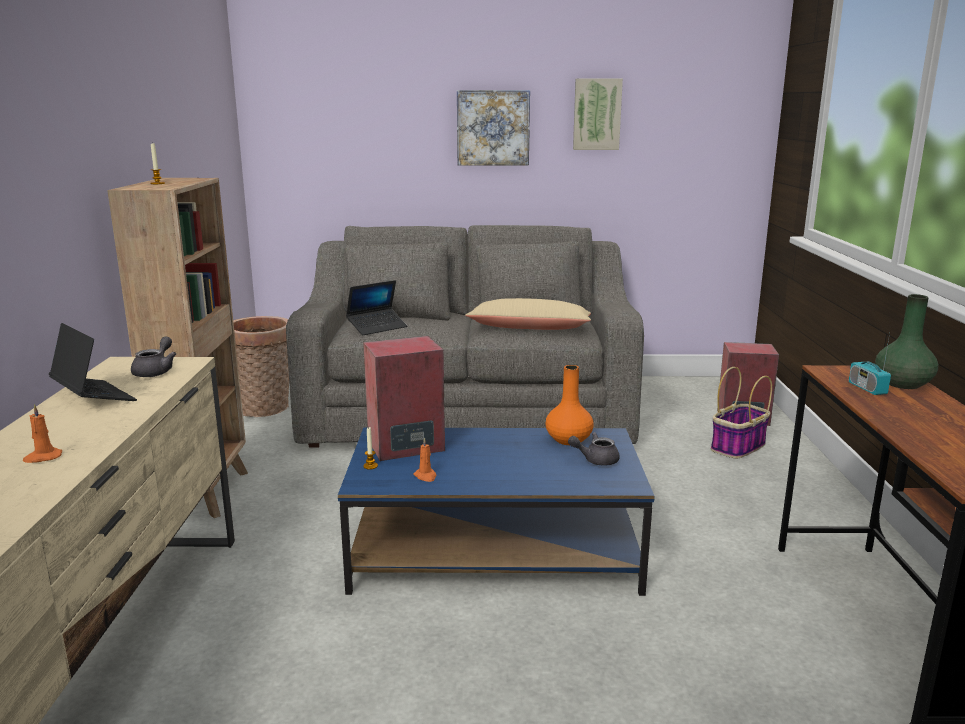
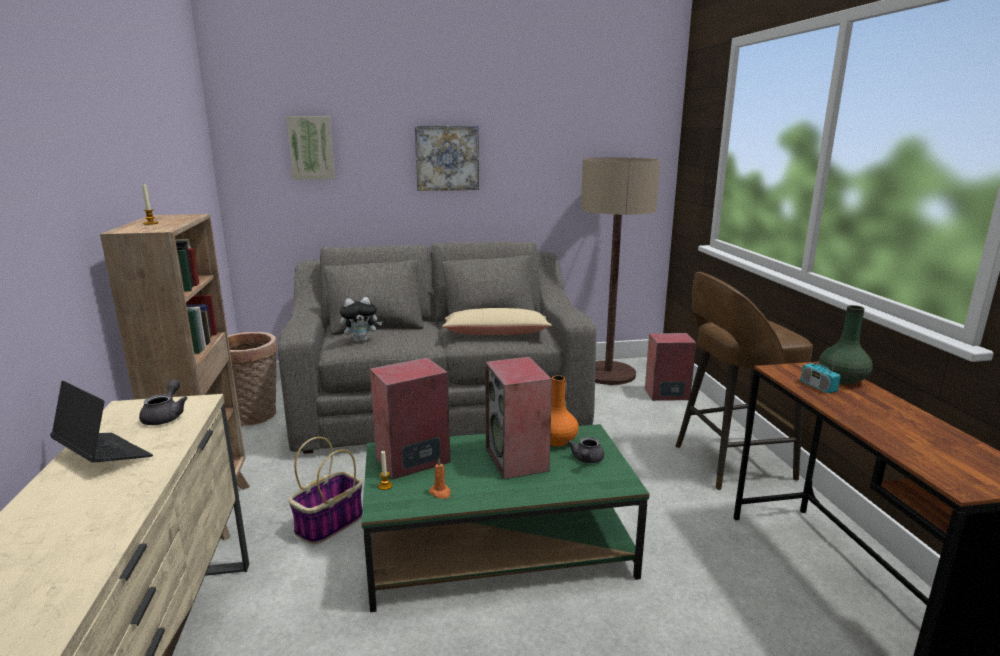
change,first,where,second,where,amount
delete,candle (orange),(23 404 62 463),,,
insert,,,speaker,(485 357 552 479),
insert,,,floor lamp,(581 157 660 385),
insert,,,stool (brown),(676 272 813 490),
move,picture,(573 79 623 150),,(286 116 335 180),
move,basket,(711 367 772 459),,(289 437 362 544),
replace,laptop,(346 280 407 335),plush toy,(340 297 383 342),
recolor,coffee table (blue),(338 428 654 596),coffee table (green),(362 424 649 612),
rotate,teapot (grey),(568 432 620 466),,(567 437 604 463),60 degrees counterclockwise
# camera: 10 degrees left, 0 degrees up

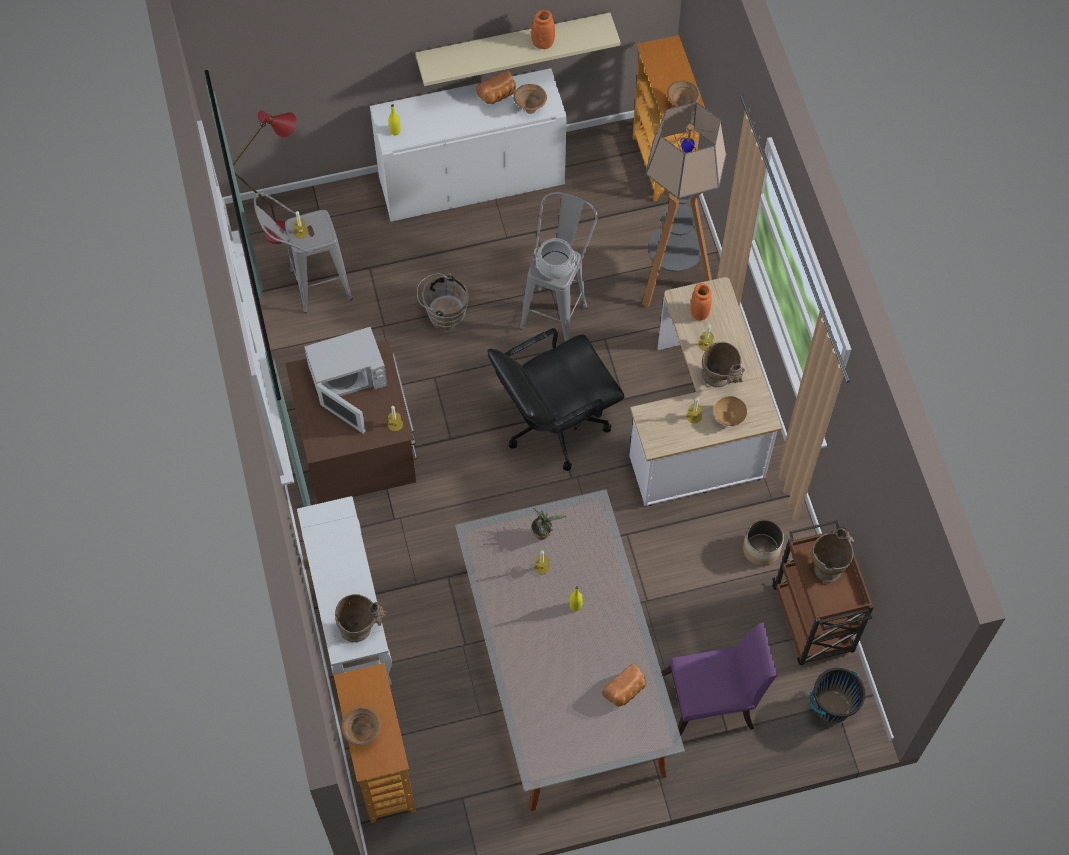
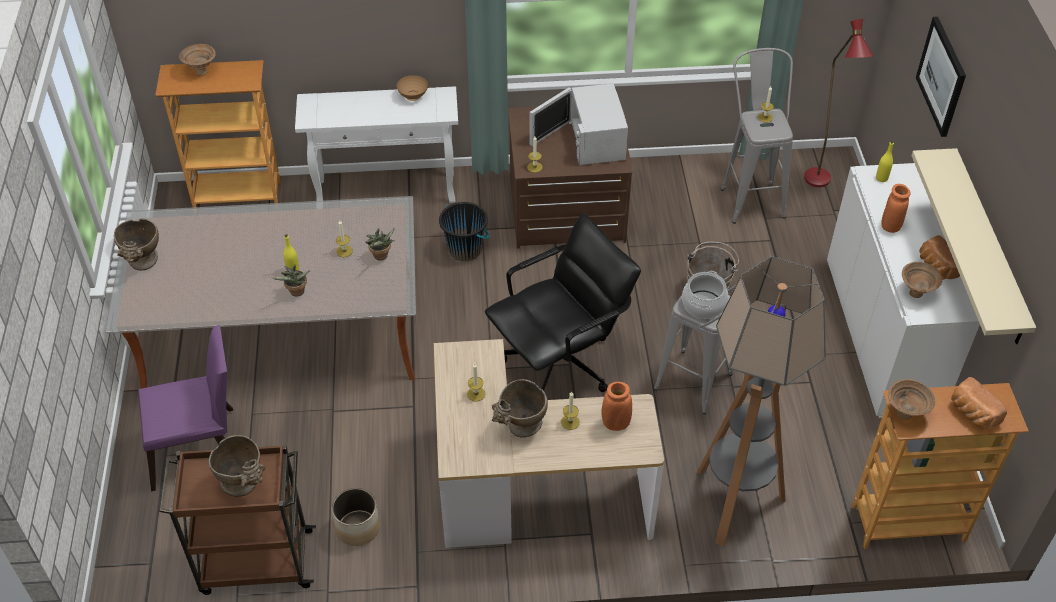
change,first,where,second,where,amount
insert,,,potted plant,(272 264 310 296),
insert,,,picture,(916 17 966 137),
move,vase (beige),(335 594 387 642),,(114 218 159 270),
move,vase (orange),(531 10 555 49),,(881 184 911 233),
move,bread,(602 663 646 707),,(951 377 1007 429),
move,bowl (brown),(714 396 747 426),,(396 75 428 101),
move,bucket (black),(810 668 865 723),,(439 202 490 261),
rotate,office chair (black),(488 328 625 471),,(485 213 641 392),75 degrees clockwise
rotate,chair (purple),(661 622 777 736),,(138 325 233 492),105 degrees counterclockwise
# camera: 100 degrees right, 15 degrees down

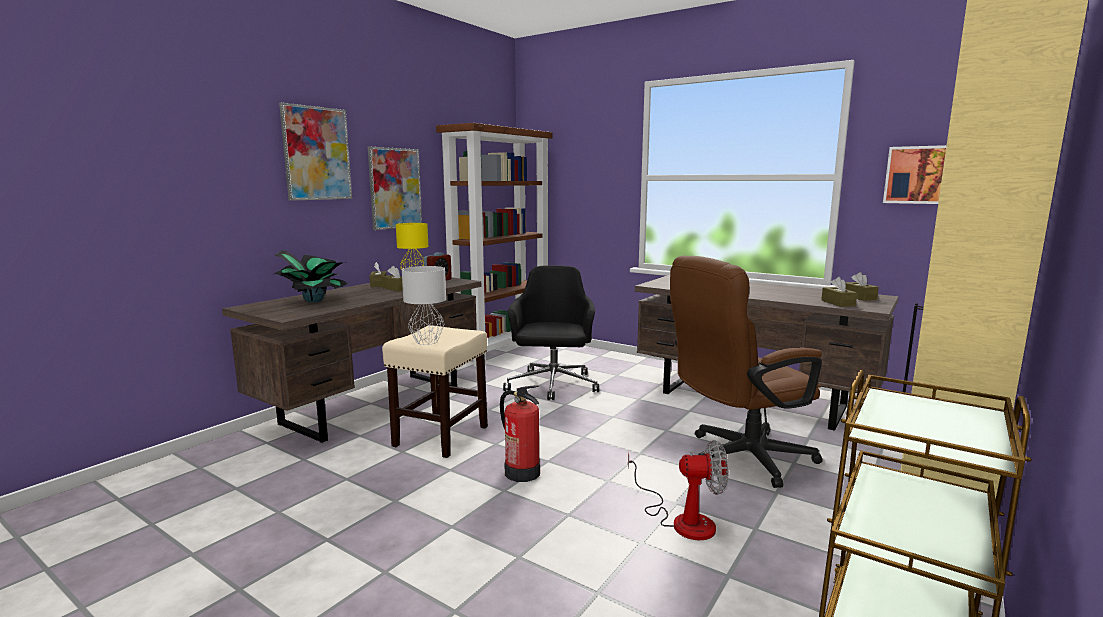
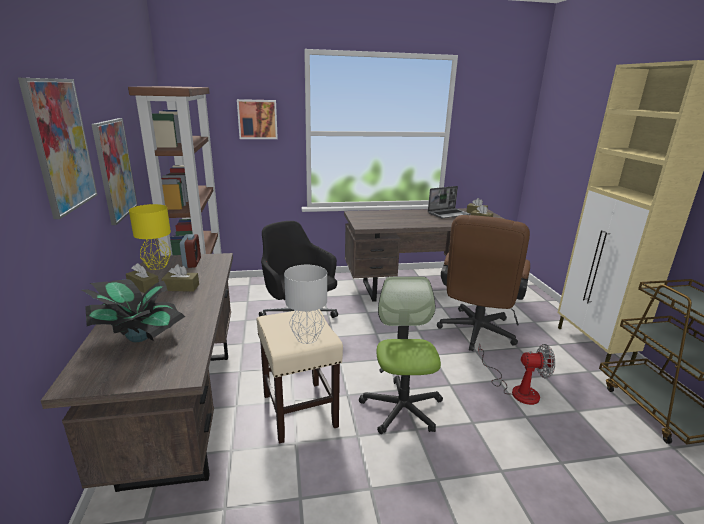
change,first,where,second,where,amount
insert,,,laptop,(428 186 470 218),
move,picture,(883 145 947 204),,(237 99 278 139),
replace,fire extinguisher,(500 385 540 482),office chair,(359 277 443 434),
rotate,fan,(628 440 728 540),,(478 343 555 405),45 degrees clockwise
# camera: 45 degrees left, 10 degrees up

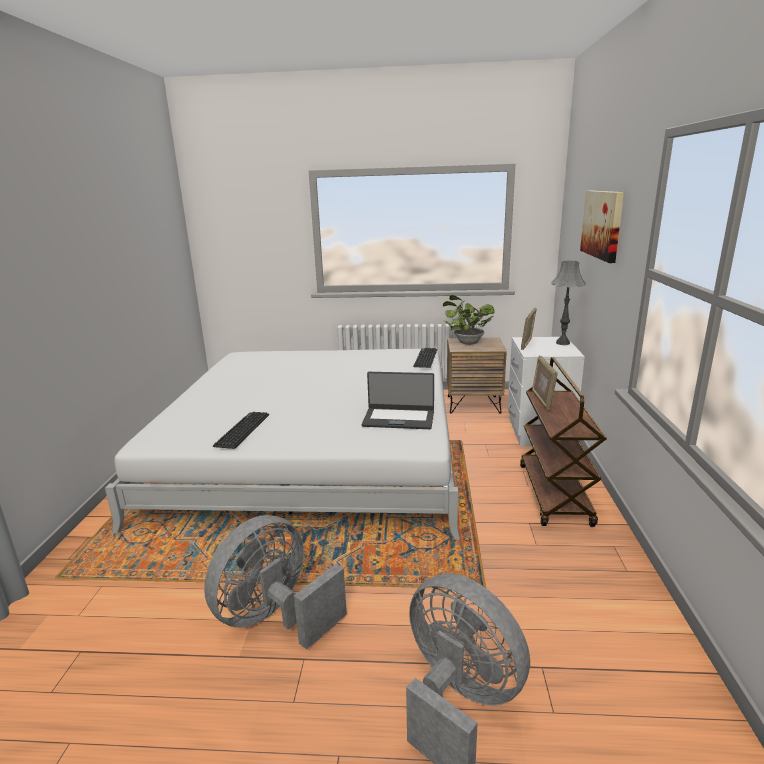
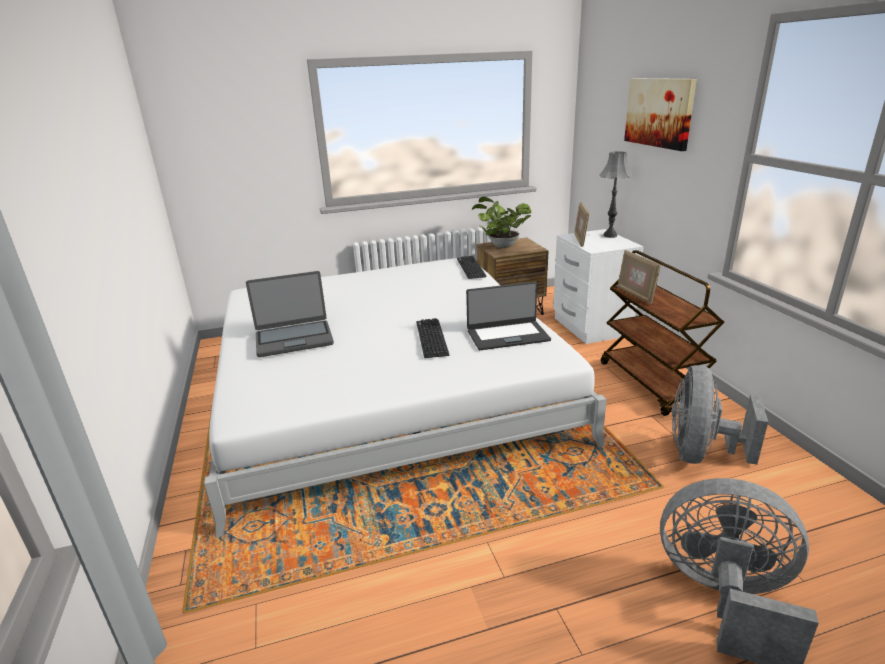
change,first,where,second,where,amount
insert,,,laptop,(246 271 334 357),
move,fan (grey),(204 515 347 649),,(672 365 768 465),
move,keyboard,(213 412 269 449),,(416 318 449 358),
# camera: 20 degrees left, 5 degrees up

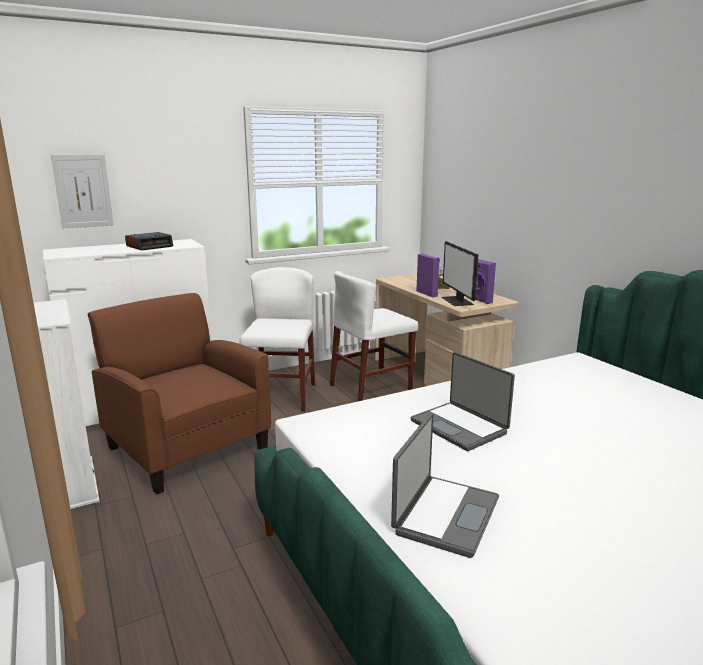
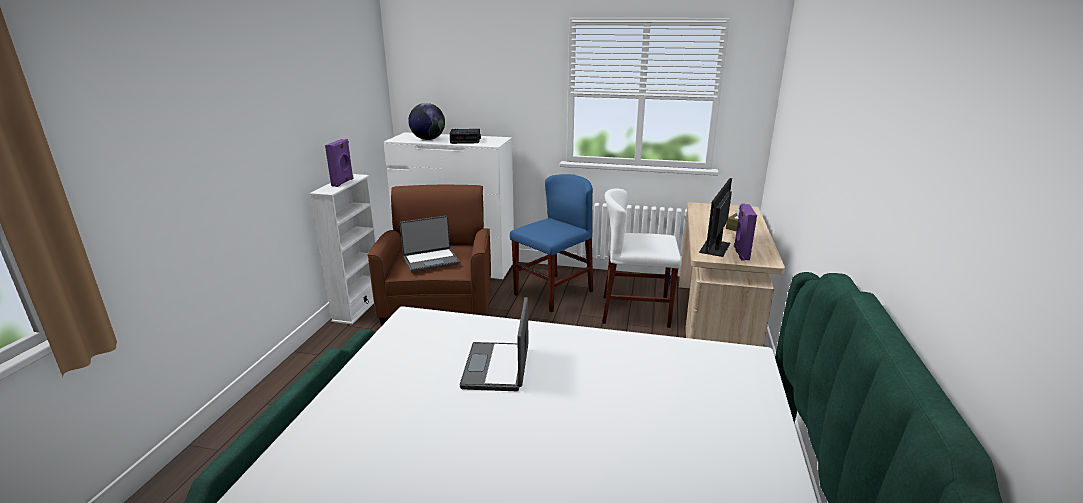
change,first,where,second,where,amount
delete,picture,(51 155 114 228),,,
insert,,,globe,(408 103 445 140),
move,laptop,(391 414 499 558),,(400 216 460 272),
move,speaker (purple),(416 253 440 297),,(325 139 354 187),
recolor,chair (white),(240 267 315 412),chair (blue),(510 174 593 312),
# camera: 40 degrees right, 5 degrees up

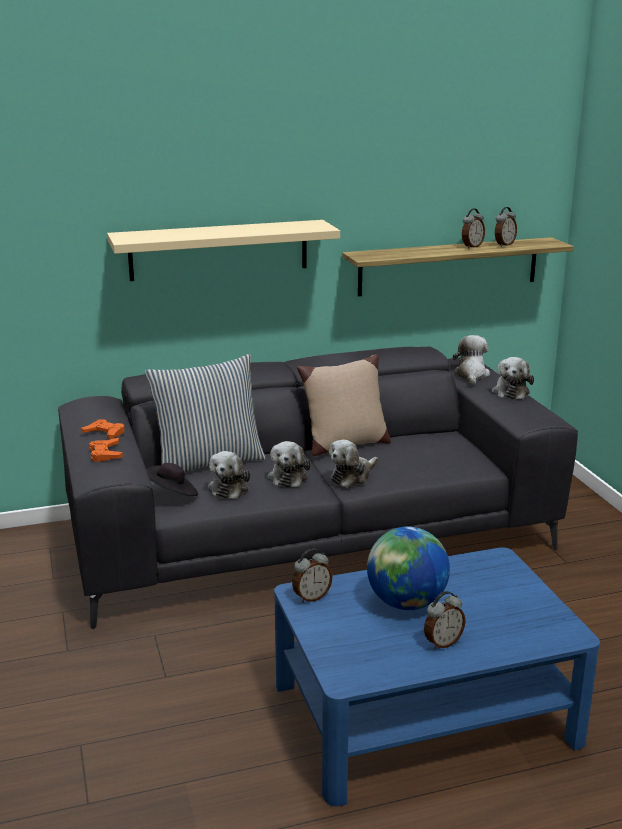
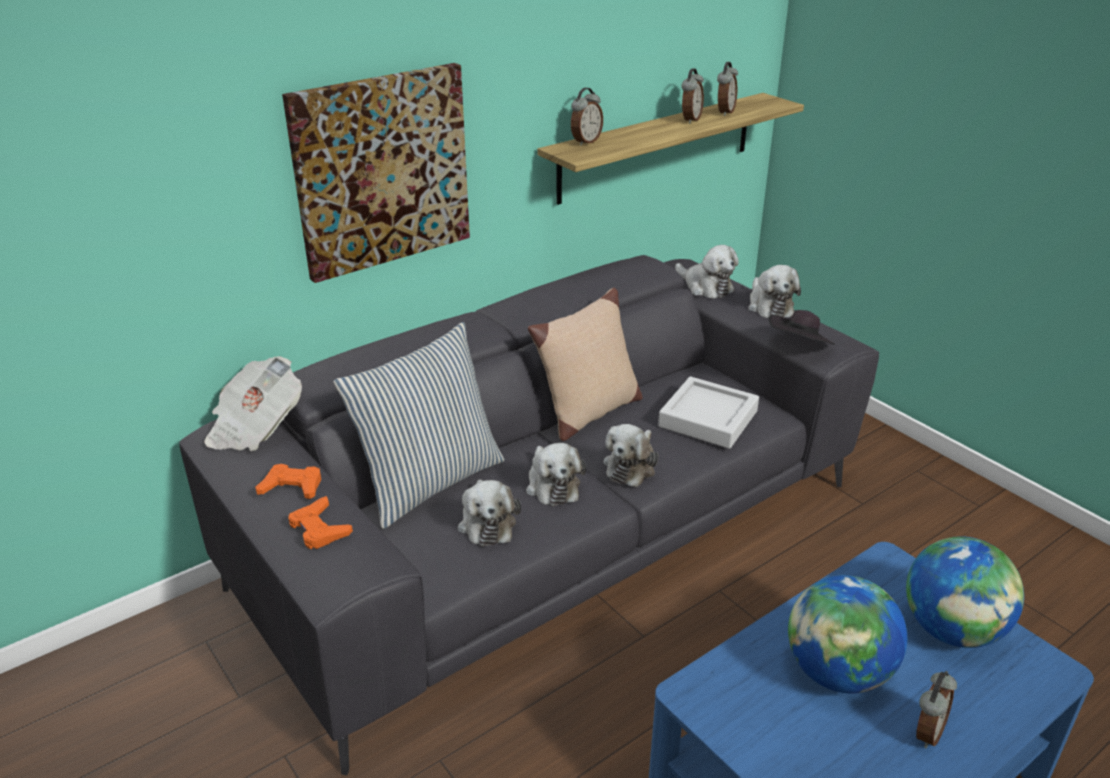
change,first,where,second,where,amount
insert,,,newspaper,(204 356 302 451),
insert,,,tray (grey),(658 377 759 449),
insert,,,globe,(906 536 1024 648),
move,hat (black),(146 463 198 496),,(769 310 835 345),
move,alarm clock,(292 549 332 603),,(571 88 603 146),
replace,shelf (beige),(107 220 340 281),picture,(282 63 470 283),
rotate,plush toy,(453 335 490 385),,(675 245 739 298),150 degrees clockwise
# camera: 20 degrees left, 10 degrees up

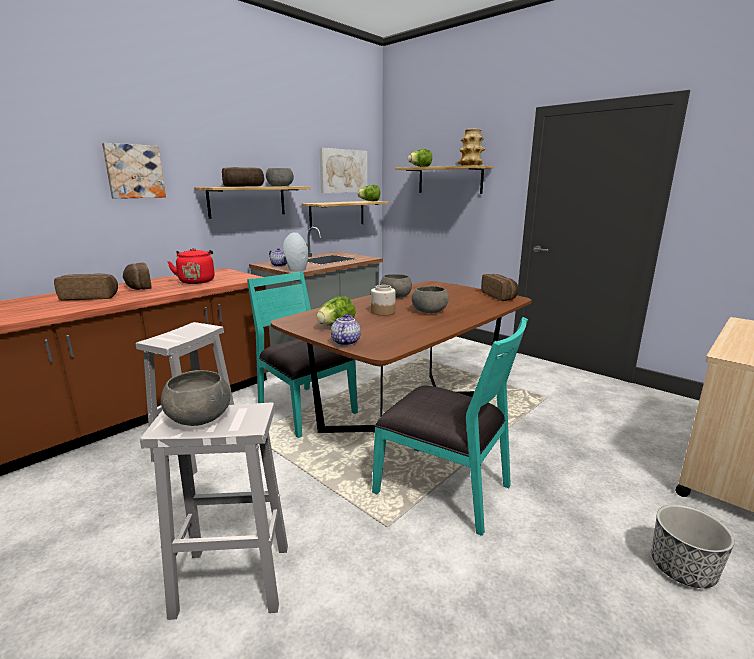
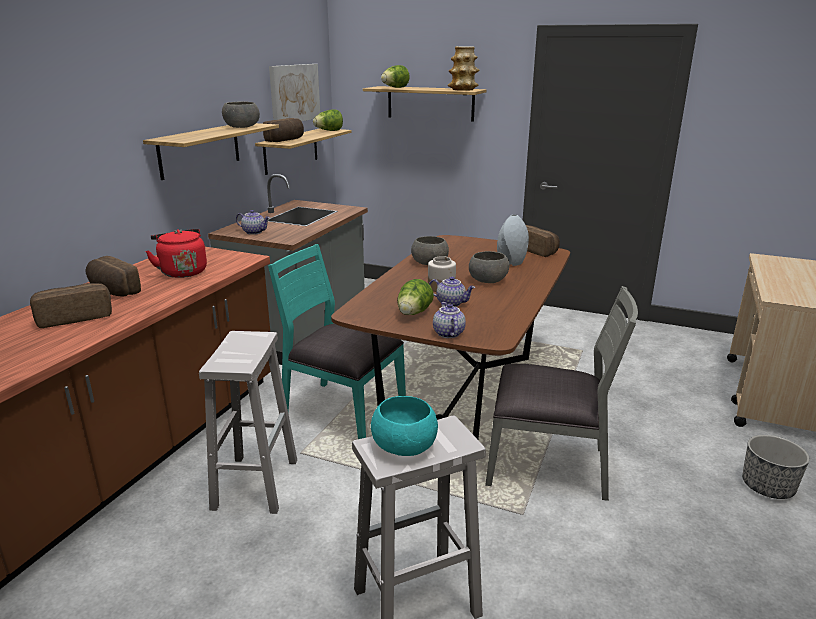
change,first,where,second,where,amount
delete,picture,(102 143 166 199),,,
insert,,,teapot,(429 276 475 307),
move,bread,(222 167 264 187),,(263 118 304 142),
move,vase (grey),(283 232 308 272),,(497 214 529 266),
recolor,bowl (grey),(161 370 230 426),bowl (turquoise),(371 396 438 456),
recolor,chair (turquoise),(372 317 528 536),chair (grey),(485 286 638 501),
# camera: 20 degrees left, 5 degrees up

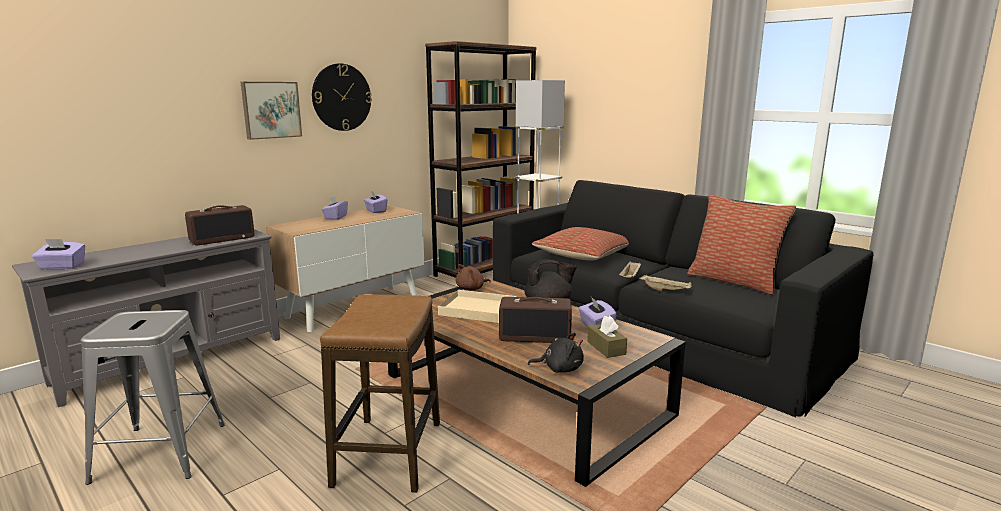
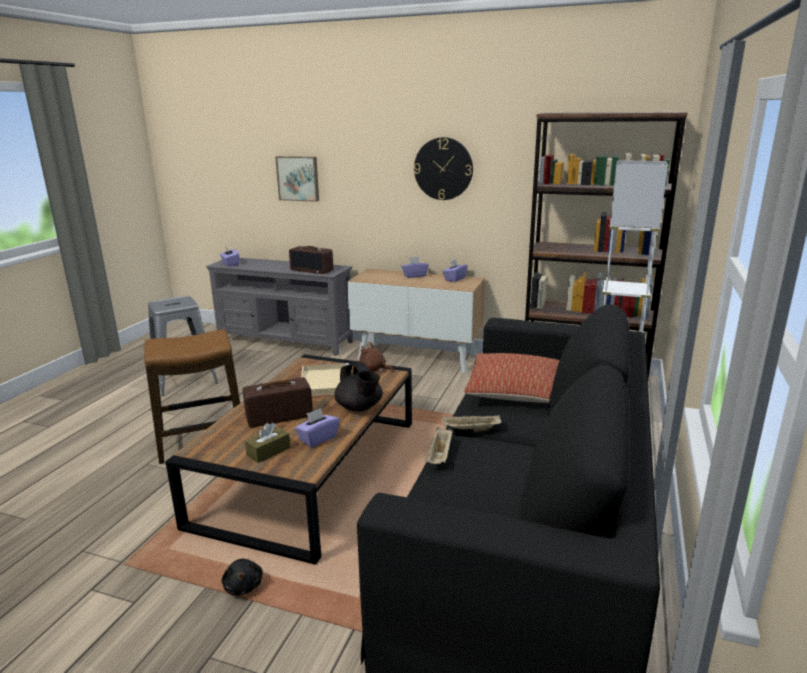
change,first,where,second,where,amount
delete,pillow,(687 194 796 295),,,
move,picture,(241 82 302 140),,(275 156 319 202),
move,plush toy (black),(528 333 584 373),,(222 559 263 595),
rotate,radio,(499 297 572 343),,(243 377 313 427),90 degrees clockwise
# camera: 65 degrees right, 5 degrees up

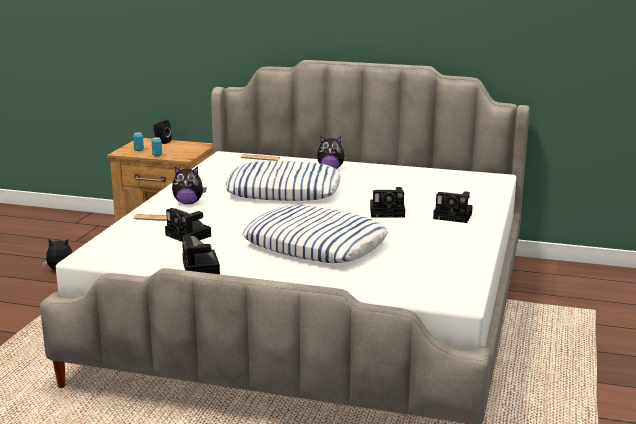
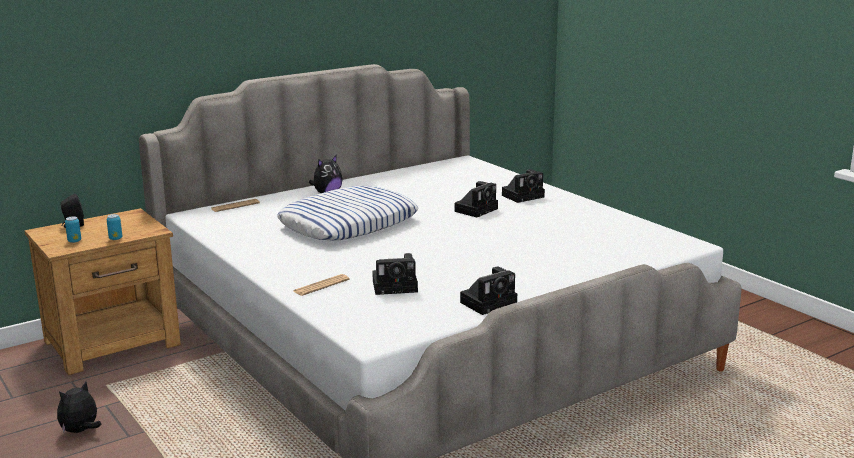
change,first,where,second,where,amount
delete,plush toy,(172 167 207 204),,,
delete,pillow,(242 205 388 263),,,
rotate,photo camera,(182 235 220 274),,(460 266 517 315),60 degrees counterclockwise
# camera: 50 degrees left, 0 degrees up

